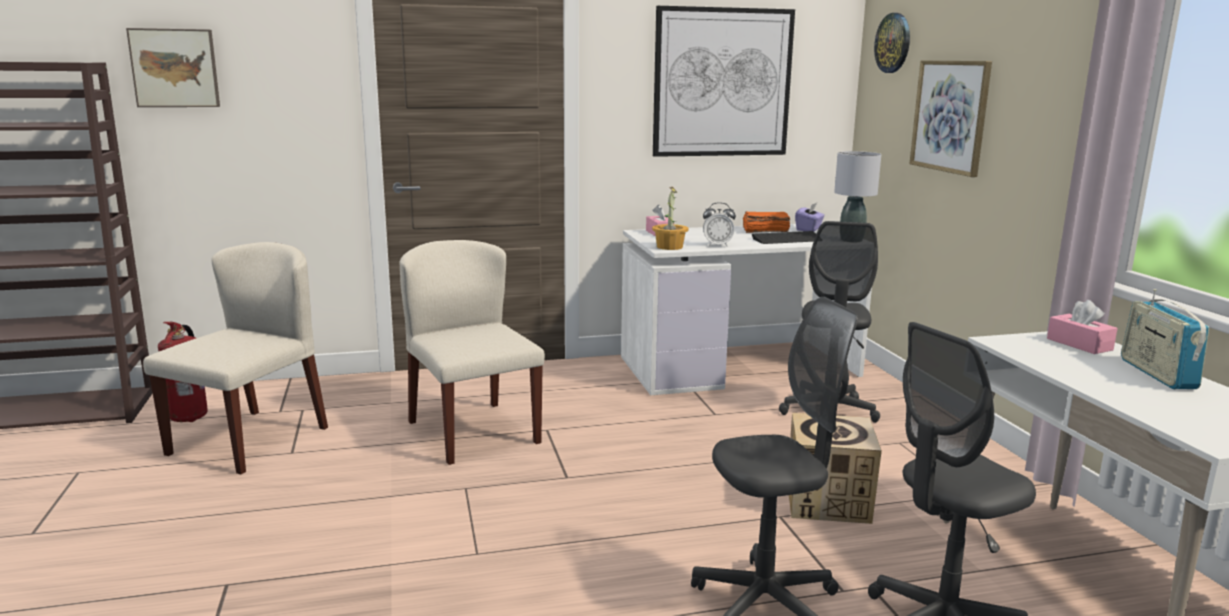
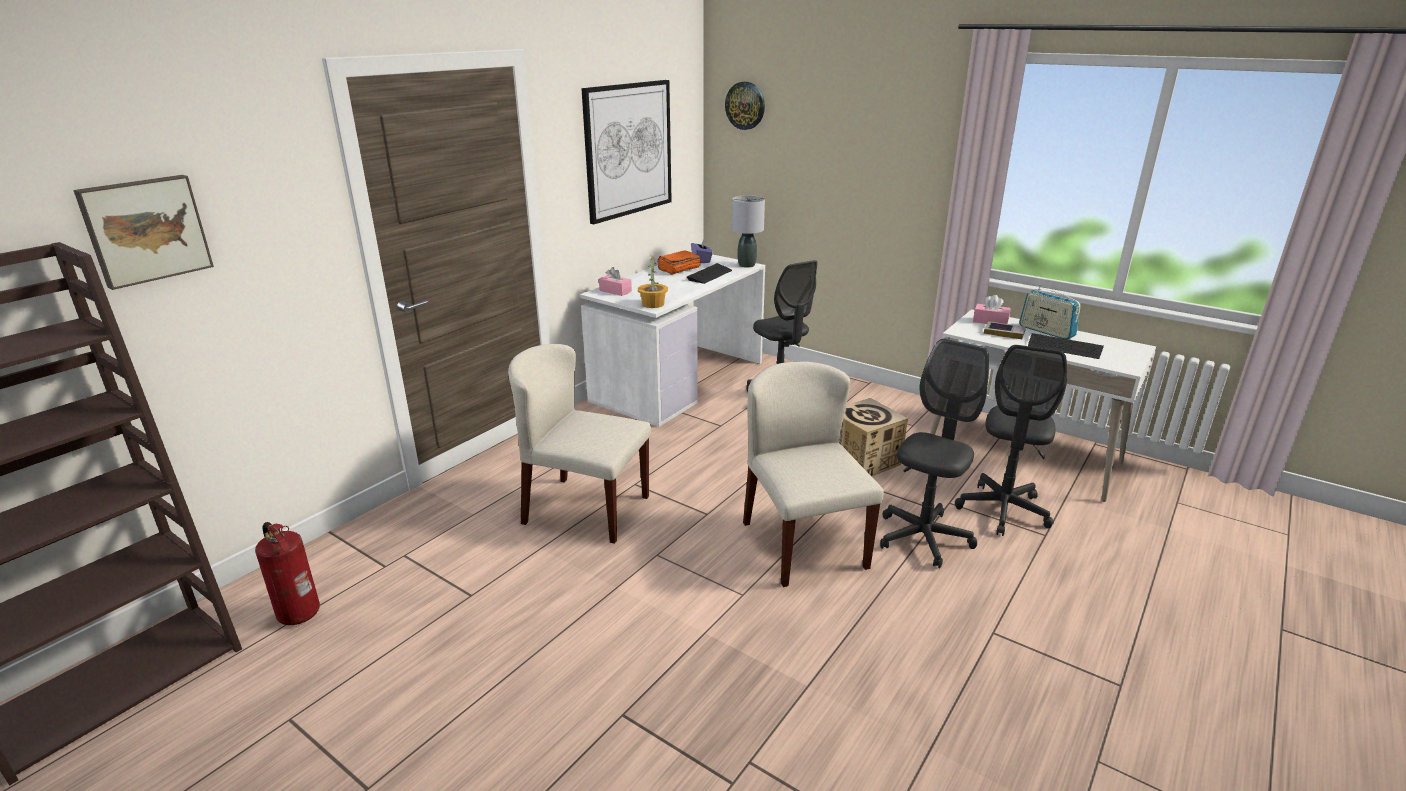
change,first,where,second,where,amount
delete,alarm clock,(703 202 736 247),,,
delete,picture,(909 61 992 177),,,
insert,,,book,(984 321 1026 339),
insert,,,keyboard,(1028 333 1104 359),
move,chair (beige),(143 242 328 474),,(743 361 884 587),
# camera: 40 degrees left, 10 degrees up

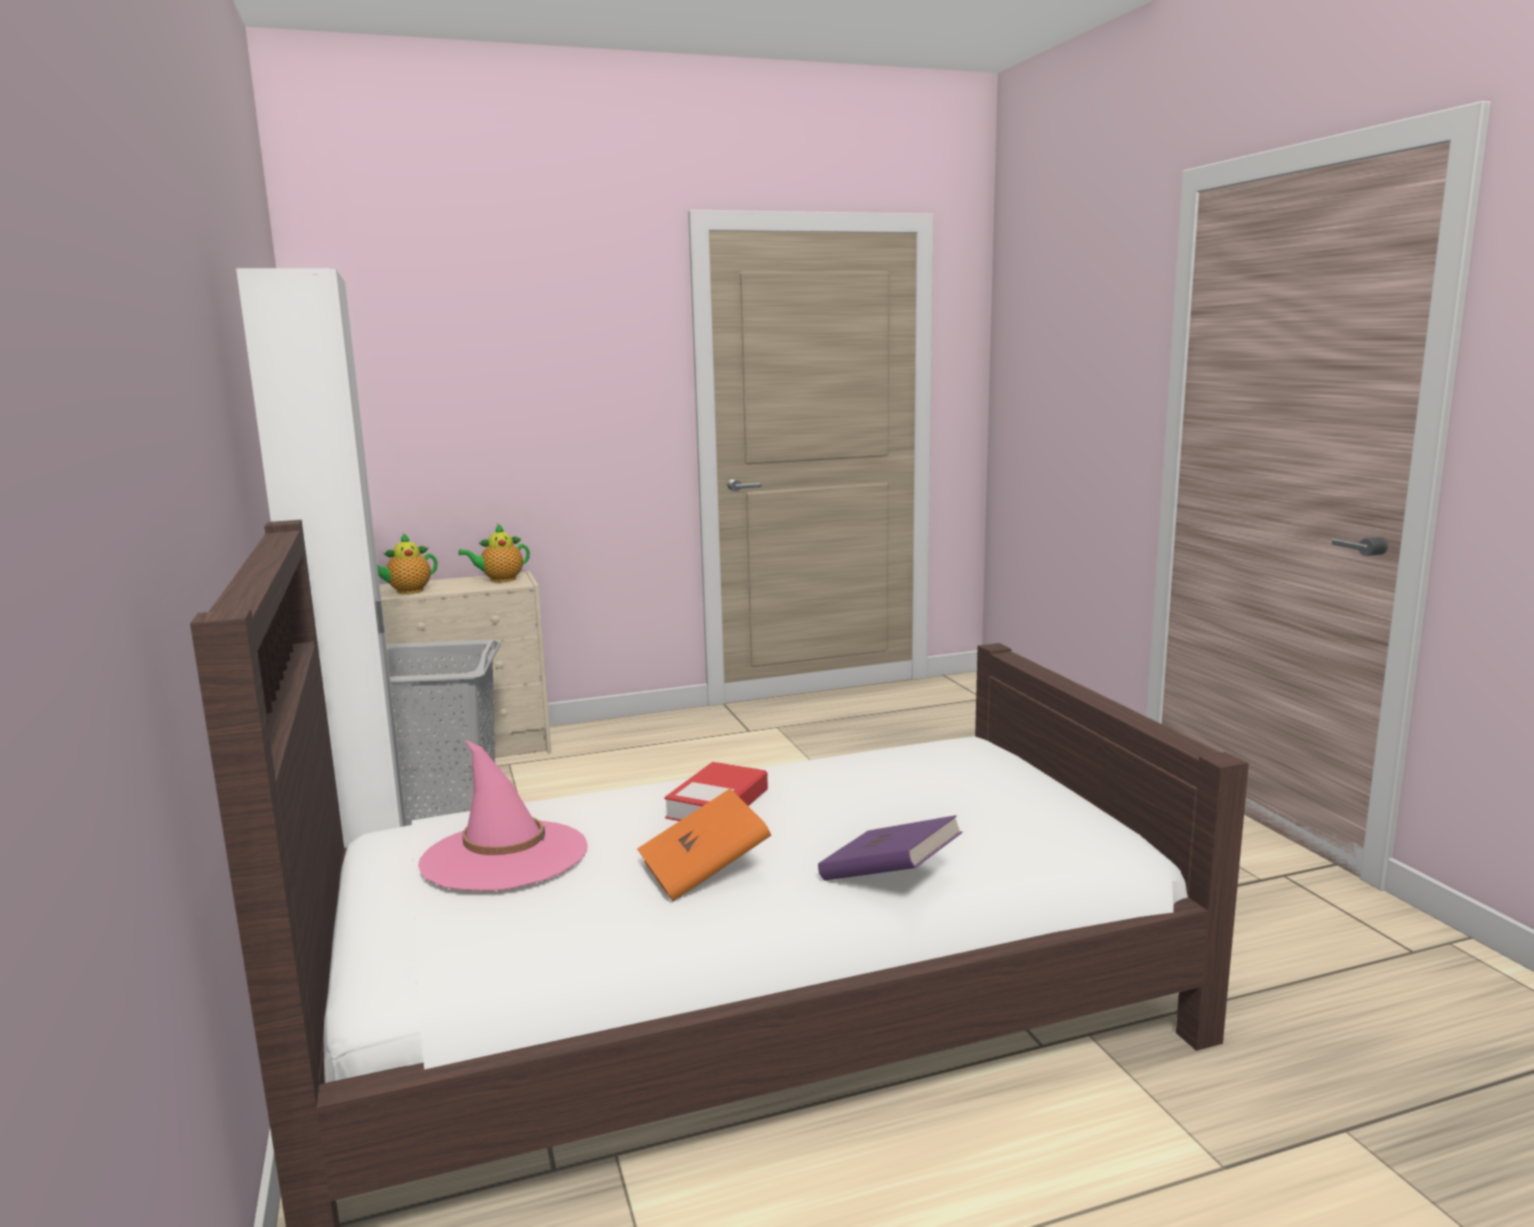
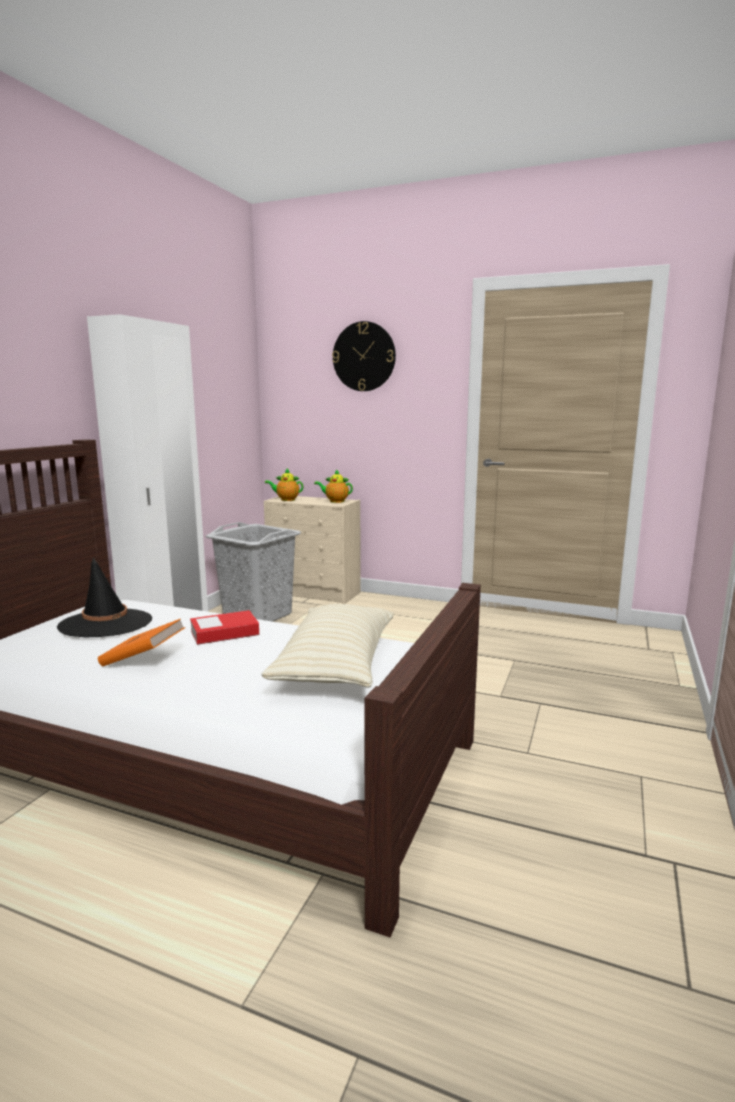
change,first,where,second,where,amount
delete,book (purple),(818 815 963 881),,,
insert,,,pillow (beige),(261 604 394 688),
insert,,,wall clock,(332 321 396 391),
recolor,hat (pink),(418 739 588 891),hat (black),(57 557 152 638),
# camera: 40 degrees right, 0 degrees up

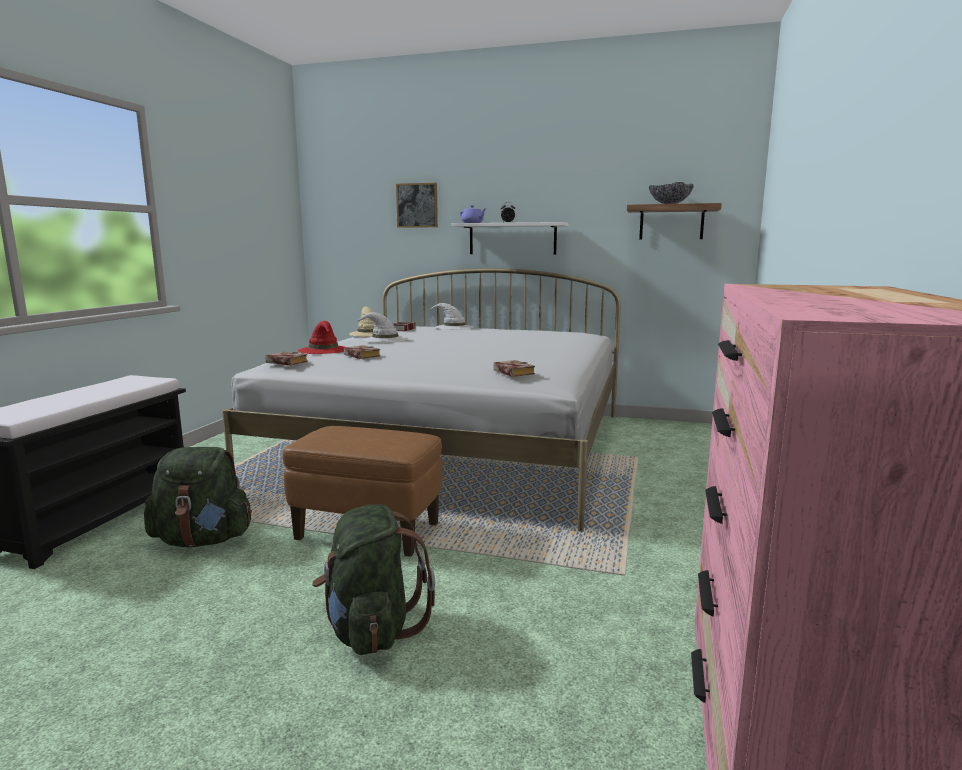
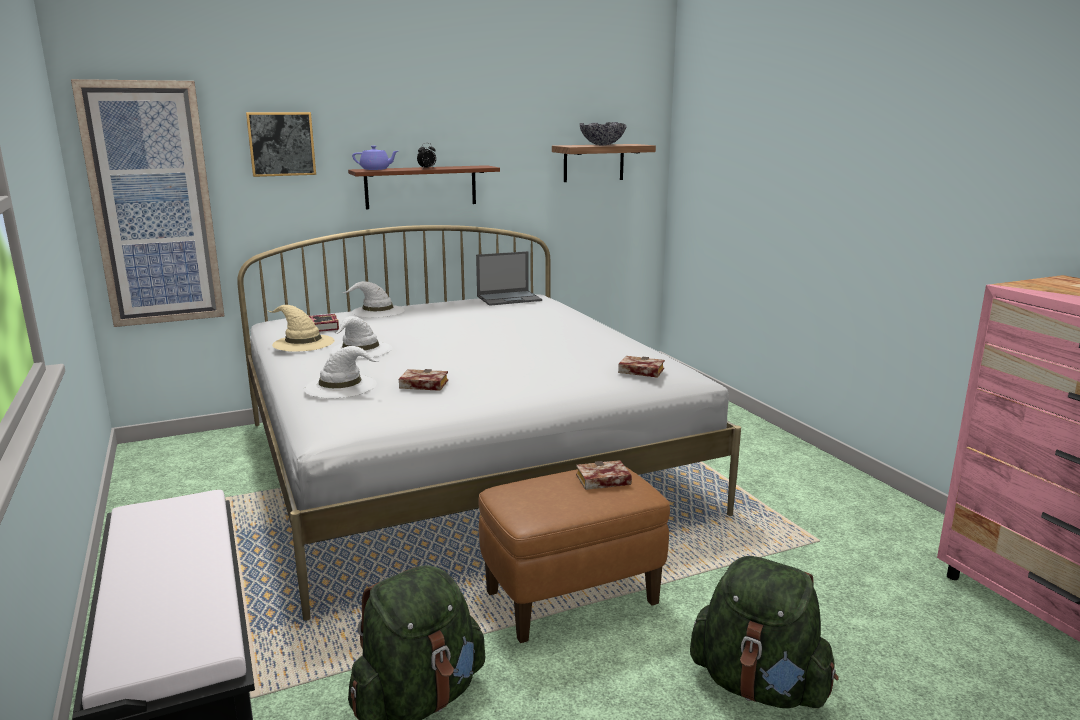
change,first,where,second,where,amount
insert,,,picture,(71 79 224 327),
insert,,,laptop,(476 251 542 306),
move,book,(265 352 308 366),,(576 460 632 490),
recolor,hat (red),(298 321 346 354),hat (white),(304 346 379 398),
recolor,shelf (white),(451 222 569 255),shelf (brown),(348 165 500 209),
# camera: 40 degrees left, 5 degrees up

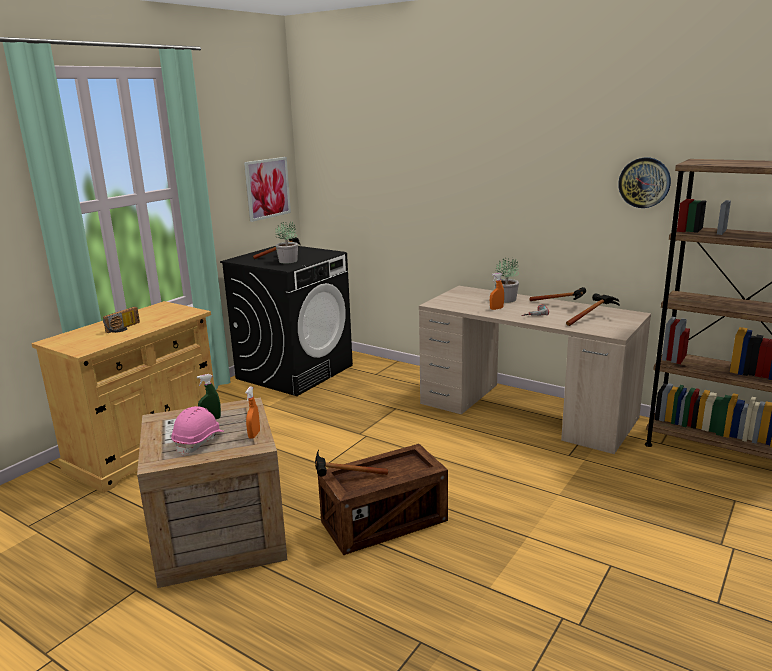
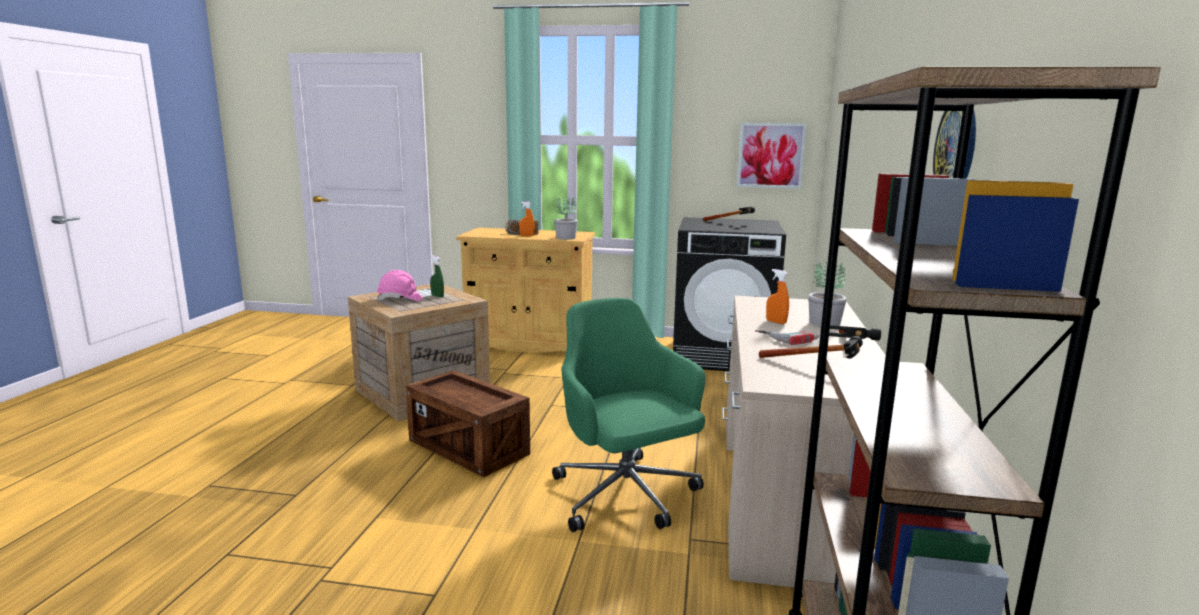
change,first,where,second,where,amount
delete,hammer,(315 450 388 477),,,
insert,,,office chair (green),(552 298 705 532),
move,spray bottle (orange),(245 386 260 439),,(519 202 535 236),
move,potted plant,(275 221 298 264),,(554 197 578 240),
# camera: 65 degrees right, 5 degrees down

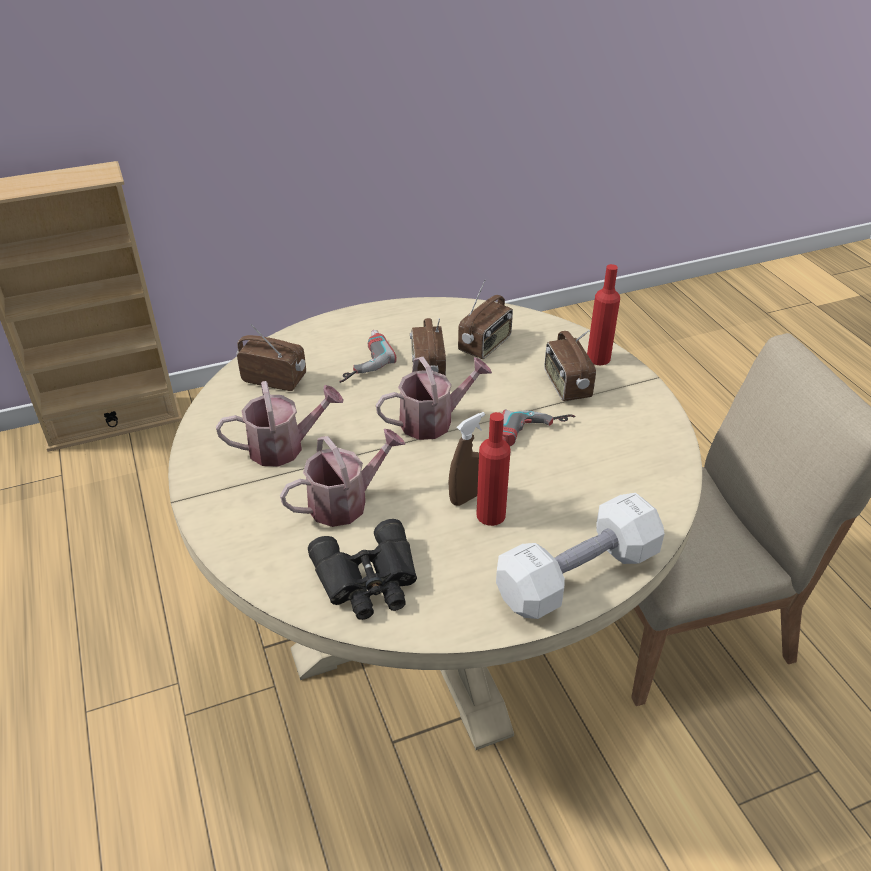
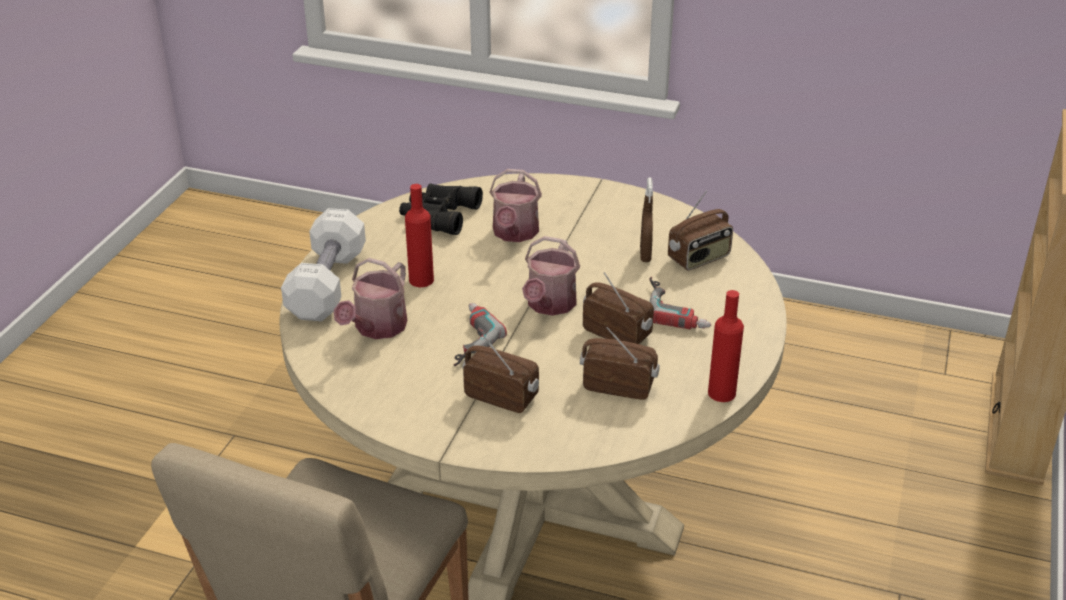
change,first,where,second,where,amount
move,watering can,(216 381 344 467),,(334 258 407 339),
move,spray bottle (brown),(448 412 485 506),,(640 177 653 262),
move,bottle (red),(587 264 620 365),,(708 290 744 402),
rotate,radio,(458 280 513 359),,(580 327 660 400),120 degrees clockwise
# camera: 130 degrees right, 5 degrees down

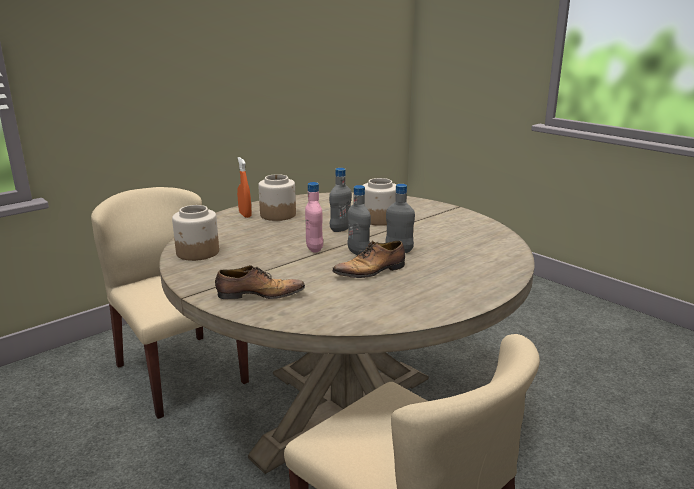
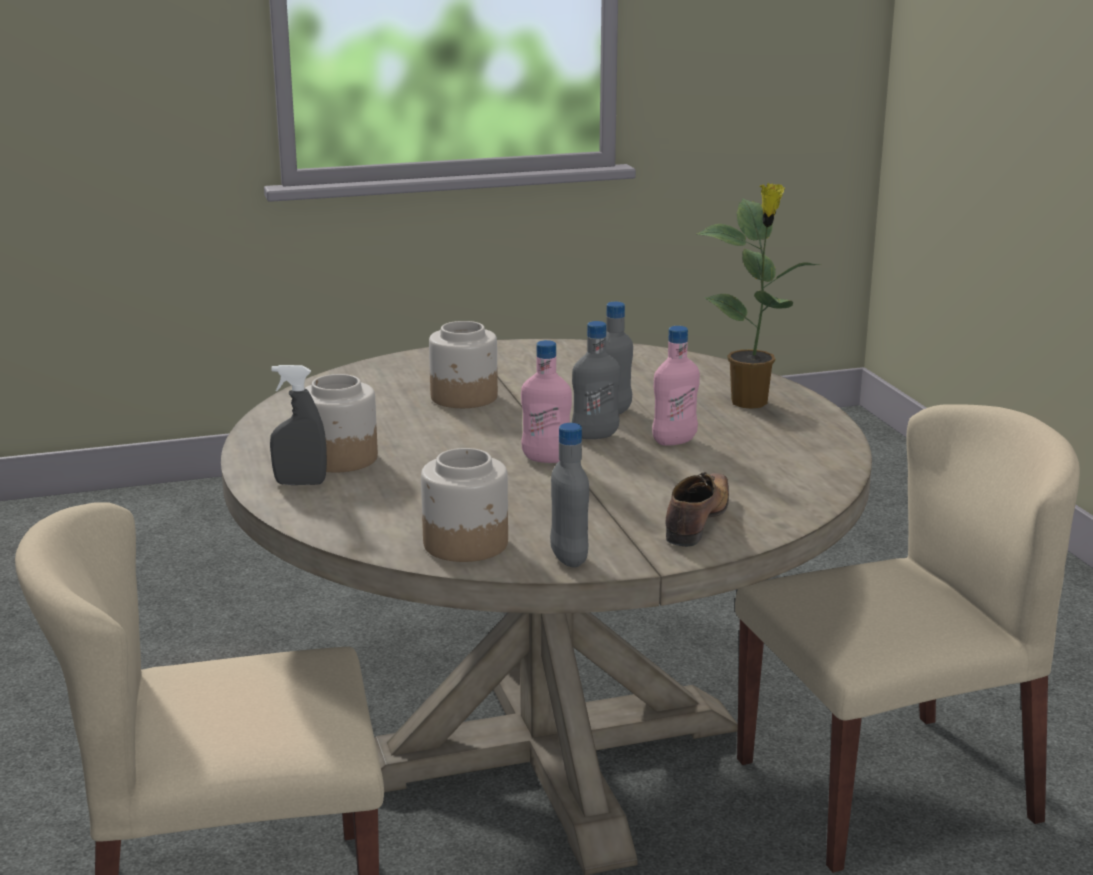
change,first,where,second,where,amount
insert,,,potted plant,(697 183 821 409),
move,bottle (grey),(329 168 352 232),,(550 423 589 567),
replace,shoe,(332 241 405 278),bottle (pink),(652 326 700 446),
recolor,spray bottle (orange),(237 157 251 218),spray bottle (grey),(270 365 327 485),
# camera: 65 degrees left, 0 degrees up

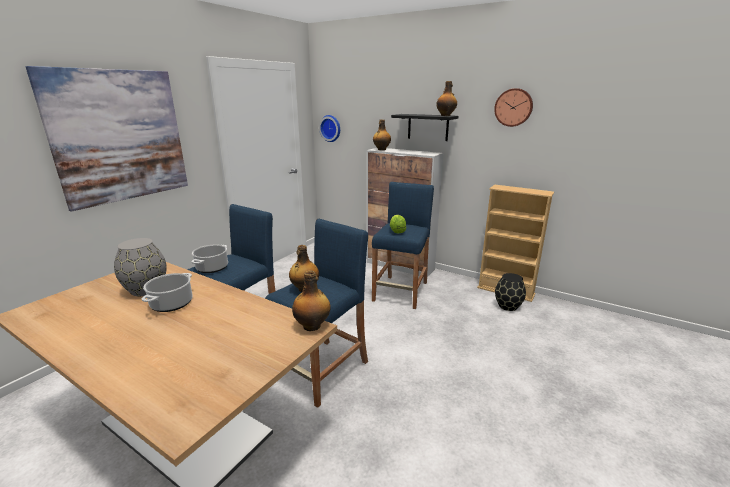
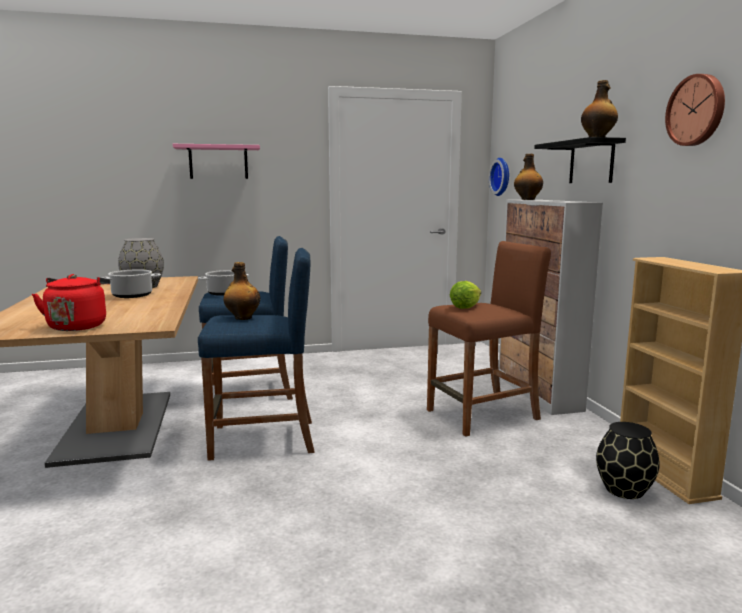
change,first,where,second,where,amount
delete,bottle,(292 270 331 331),,,
insert,,,kettle (red),(32 274 110 331),
replace,picture,(26 66 188 211),shelf (pink),(173 144 260 179),
recolor,stool (blue),(372 182 434 309),stool (brown),(427 241 551 437),
# camera: 45 degrees right, 10 degrees down

